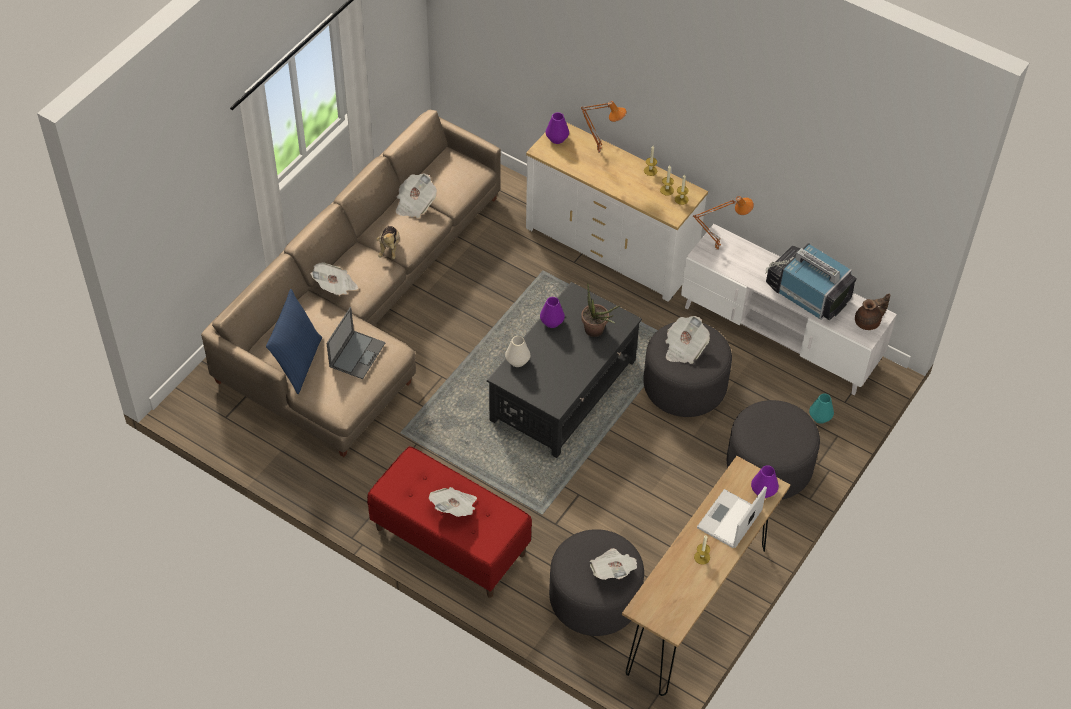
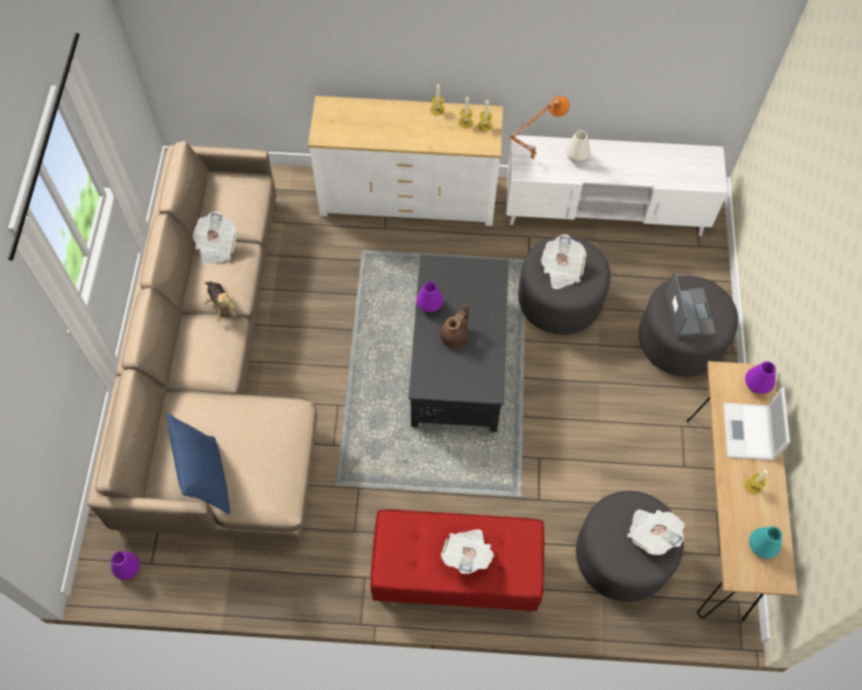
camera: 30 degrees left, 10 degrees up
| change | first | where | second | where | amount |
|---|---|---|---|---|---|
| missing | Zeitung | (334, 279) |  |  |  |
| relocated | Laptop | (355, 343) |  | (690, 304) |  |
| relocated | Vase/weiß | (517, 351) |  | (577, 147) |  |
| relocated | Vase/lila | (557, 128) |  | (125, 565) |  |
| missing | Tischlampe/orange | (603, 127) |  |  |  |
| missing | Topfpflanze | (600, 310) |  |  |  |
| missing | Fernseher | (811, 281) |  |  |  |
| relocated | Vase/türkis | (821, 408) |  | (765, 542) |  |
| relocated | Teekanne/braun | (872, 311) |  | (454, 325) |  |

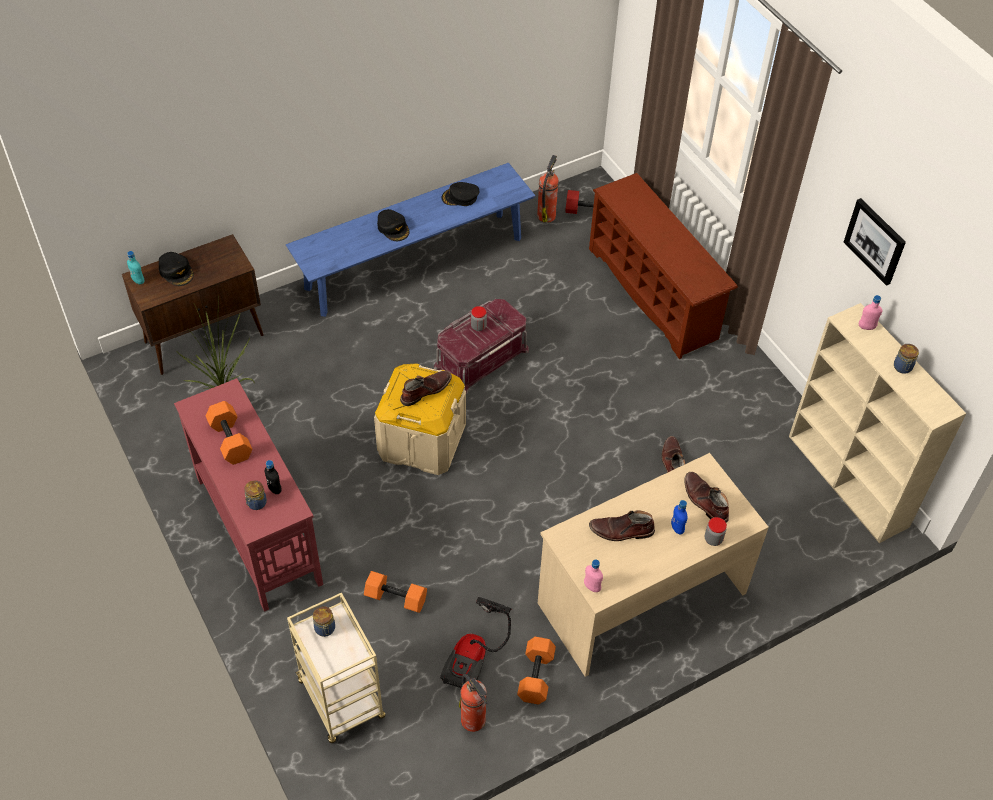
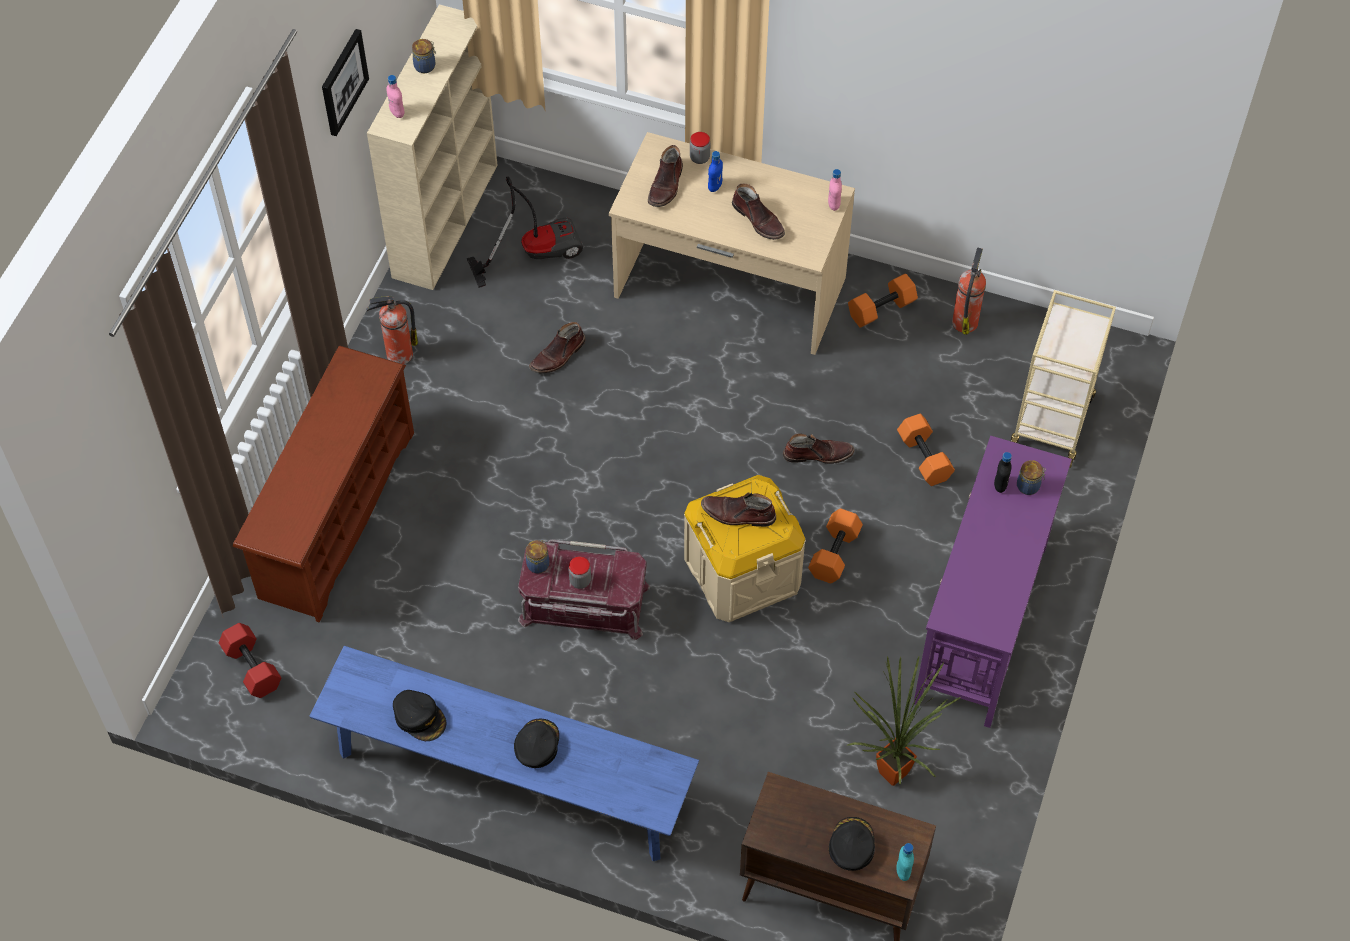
camera: 130 degrees left, 5 degrees up
| change | first | where | second | where | amount |
|---|---|---|---|---|---|
| colour | Konsolentisch/rot | (248, 495) | Konsolentisch/lila | (992, 582) |  |
| relocated | Hantel/orange | (229, 433) |  | (835, 546) |  |
| relocated | Vorratsglas | (324, 621) |  | (537, 557) |  |
| relocated | Staubsauger | (475, 643) |  | (525, 232) |  |
| relocated | Feuerlöscher | (548, 189) |  | (392, 330) |  |
| appeared |  |  | Stiefel/braun | (819, 449) |  |

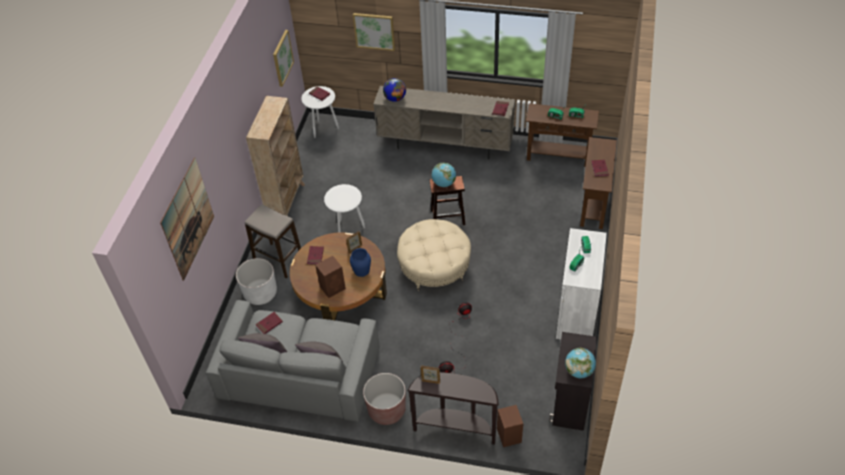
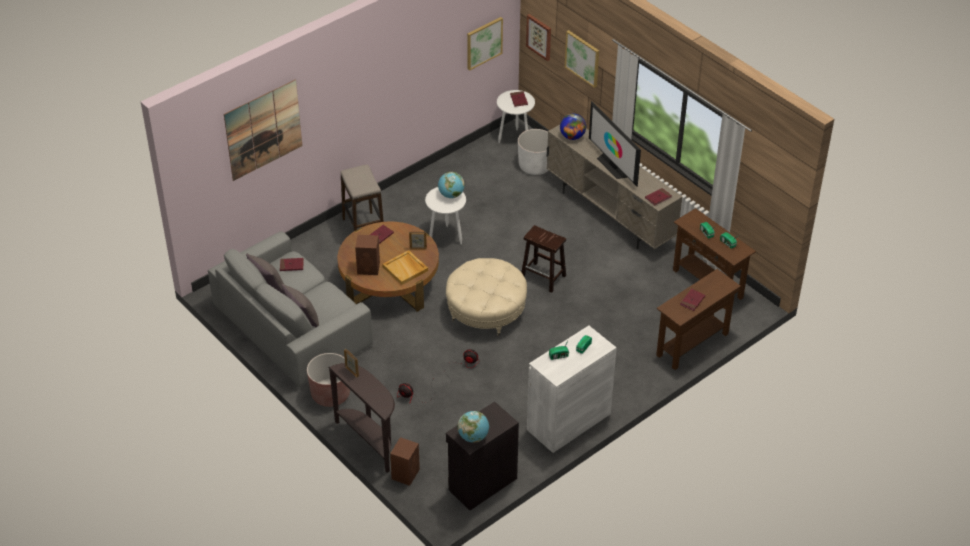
camera: 35 degrees right, 5 degrees down
| change | first | where | second | where | amount |
|---|---|---|---|---|---|
| relocated | Pflanzkübel/weiß | (256, 281) |  | (533, 152) |  |
| missing | Bücherregal/beige | (275, 156) |  |  |  |
| exchanged | Vase/blau | (360, 262) | Tablett/beige | (405, 267) |  |
| relocated | Globus | (444, 175) |  | (451, 185) |  |
| appeared |  |  | Bild | (538, 37) |  |
| appeared |  |  | Fernseher | (615, 144) |  |

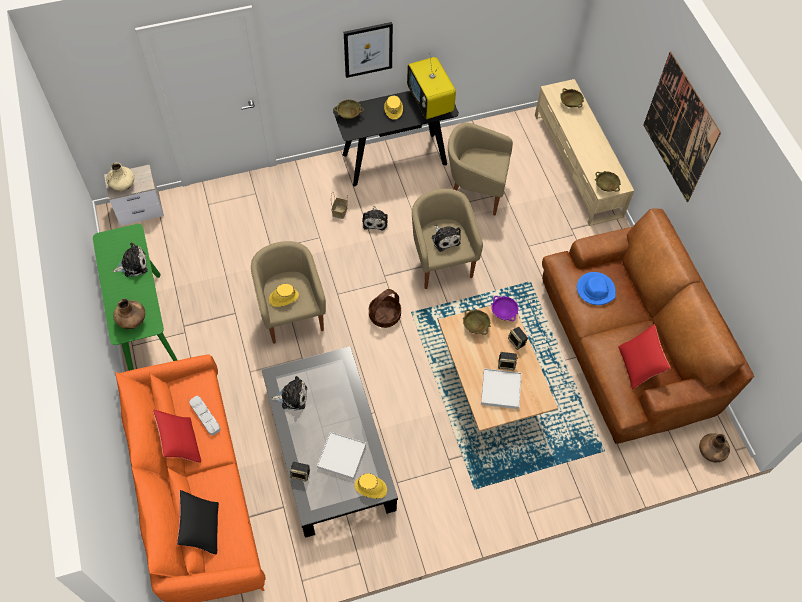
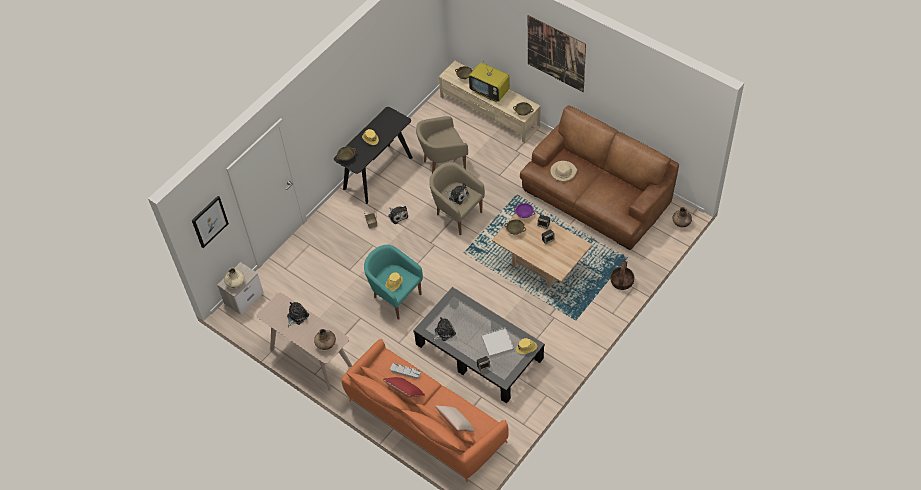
camera: 30 degrees left, 5 degrees down
| change | first | where | second | where | amount |
|---|---|---|---|---|---|
| colour | Konsolentisch/grün | (135, 297) | Konsolentisch/beige | (304, 342) |  |
| colour | Kissen/schwarz | (198, 522) | Kissen/beige | (455, 419) |  |
| colour | Sessel/beige | (288, 292) | Sessel/türkis | (393, 282) |  |
| relocated | Bild | (368, 50) |  | (210, 222) |  |
| relocated | Korb | (385, 308) |  | (622, 275) |  |
| relocated | Fernseher | (431, 88) |  | (489, 81) |  |
| missing | Tablett/weiß | (501, 388) |  |  |  |
| colour | Hut/blau | (596, 288) | Hut/beige | (563, 171) |  |
| missing | Kissen/rot | (644, 357) |  |  |  |

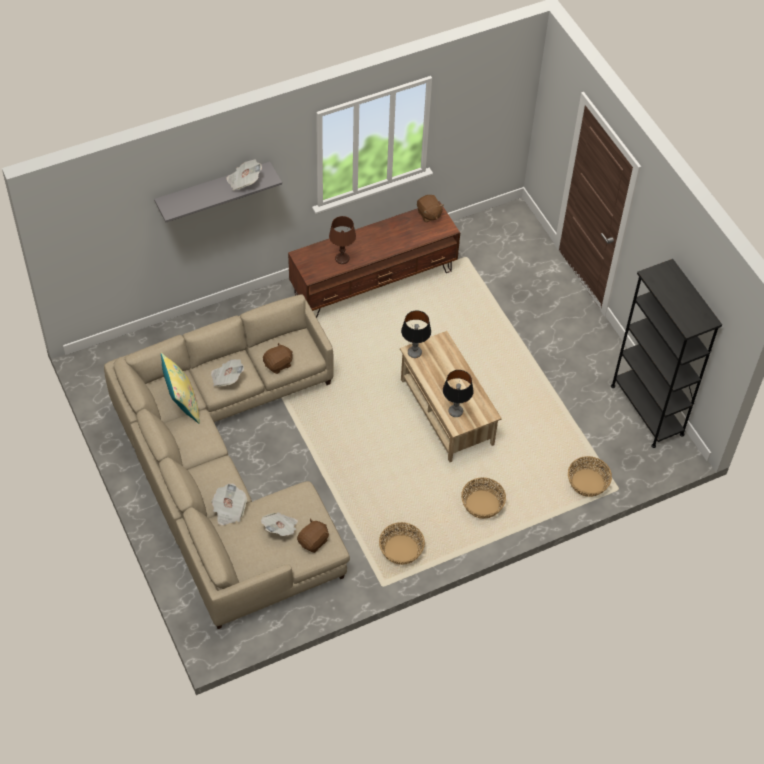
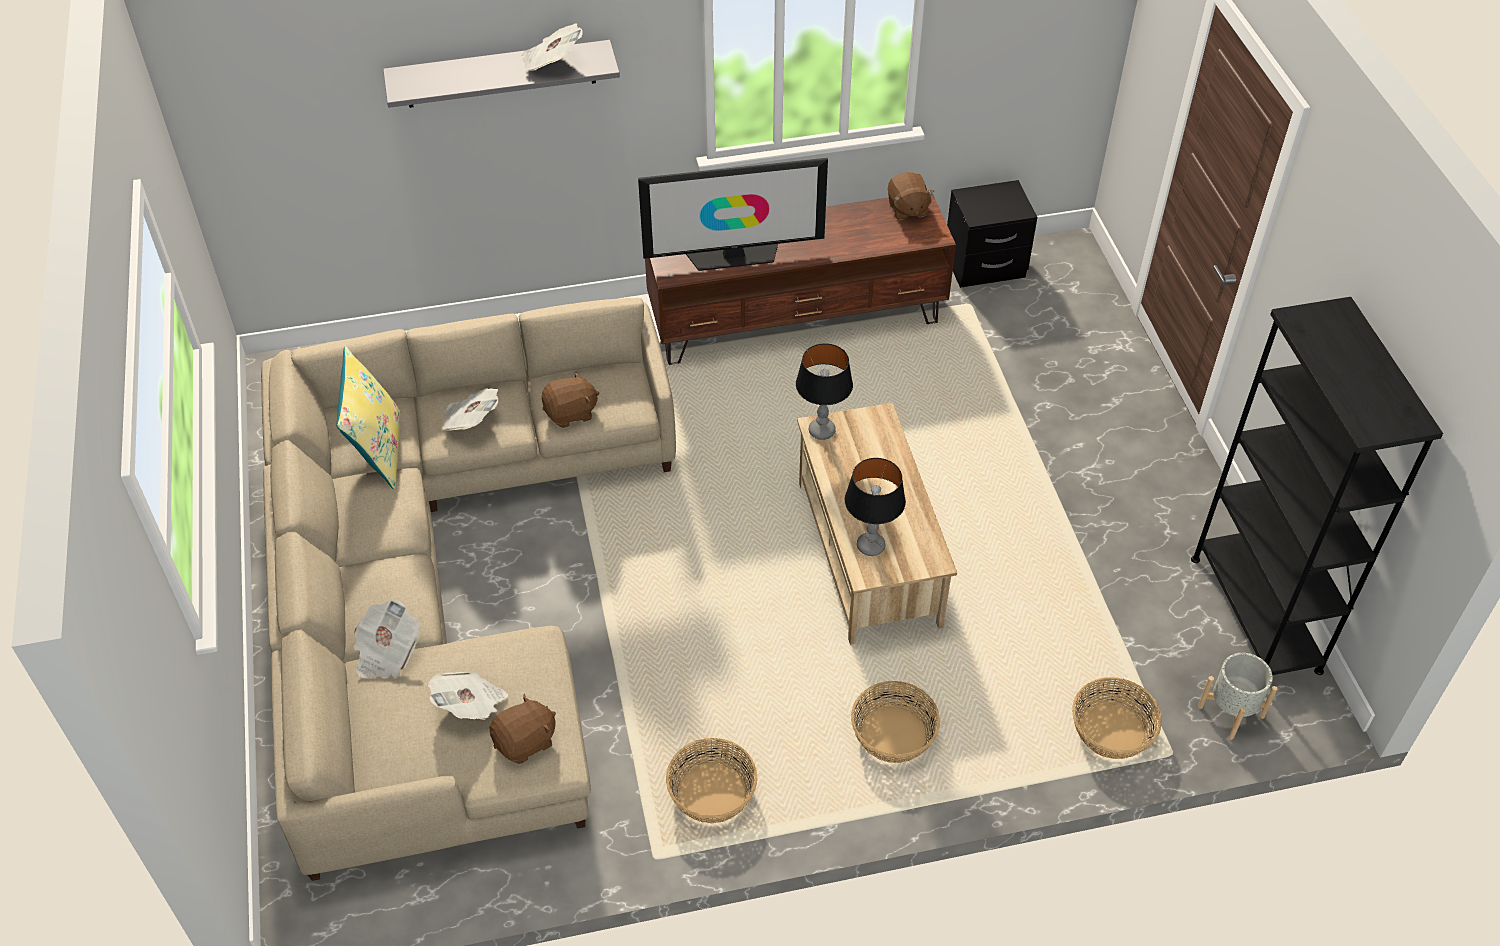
camera: 15 degrees right, 5 degrees down
| change | first | where | second | where | amount |
|---|---|---|---|---|---|
| exchanged | Tischlampe/braun | (342, 240) | Fernseher | (733, 214) |  |
| appeared |  |  | Nachttisch/schwarz | (992, 234) |  |
| appeared |  |  | Pflanzkübel/grau | (1238, 696) |  |

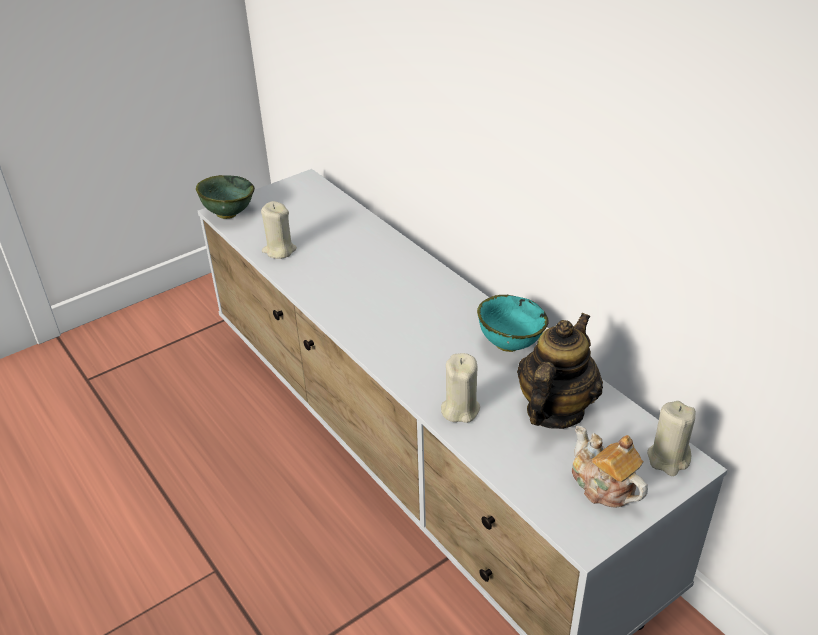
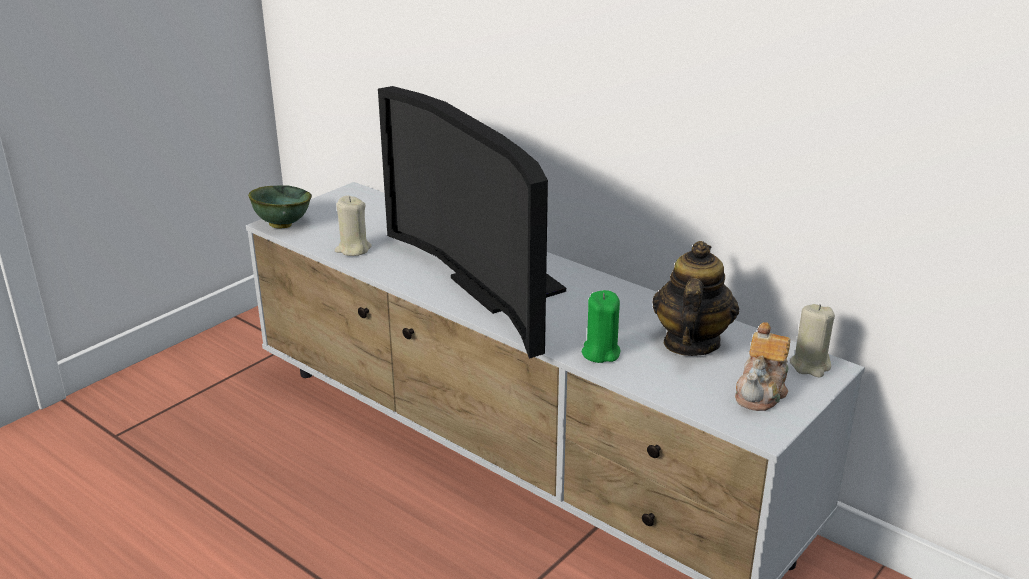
camera: 15 degrees left, 10 degrees down
| change | first | where | second | where | amount |
|---|---|---|---|---|---|
| colour | Kerze/beige | (460, 388) | Kerze/grün | (601, 326) |  |
| missing | Schüssel/türkis | (513, 323) |  |  |  |
| spun | Teekanne | (610, 467) |  | (762, 366) | 105 degrees counterclockwise |
| appeared |  |  | Fernseher | (472, 222) |  |

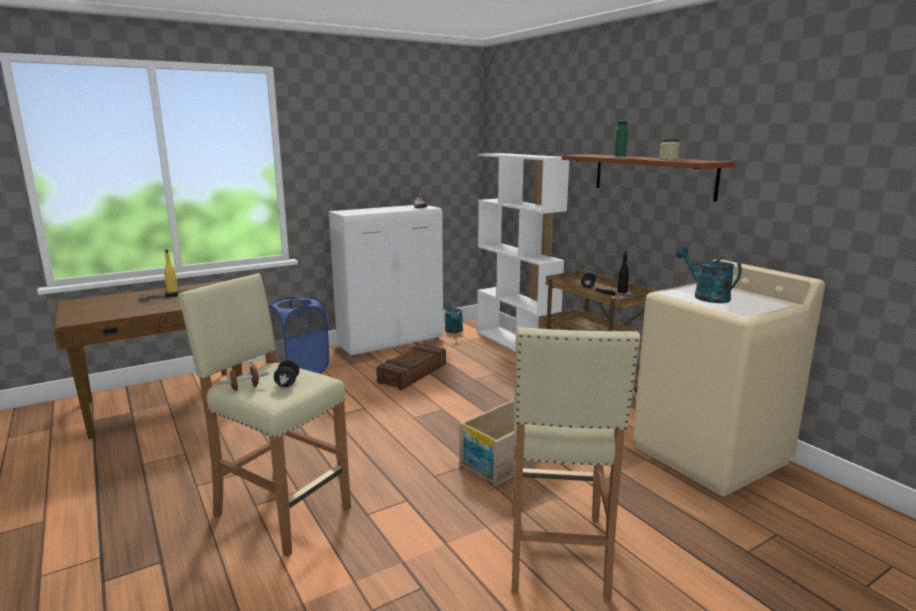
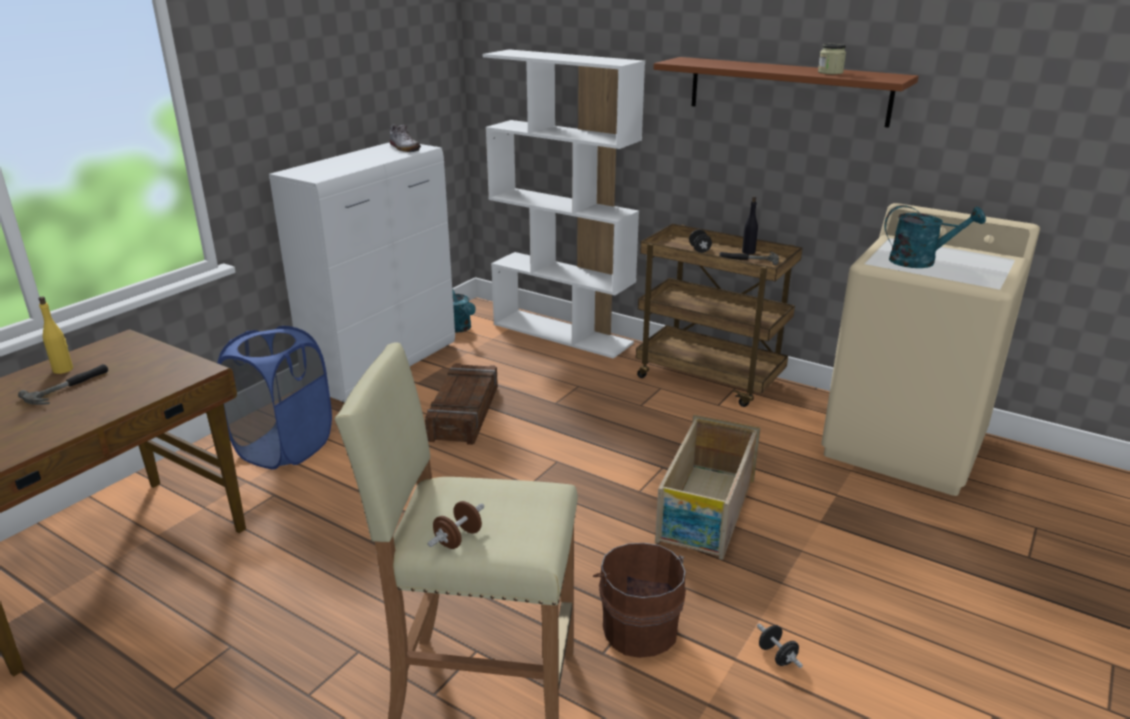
camera: 25 degrees left, 10 degrees up
| change | first | where | second | where | amount |
|---|---|---|---|---|---|
| relocated | Hantel/schwarz | (286, 373) |  | (780, 646) |  |
| missing | Hocker/beige | (576, 464) |  |  |  |
| missing | Flasche/grün | (621, 138) |  |  |  |
| spun | Gießkanne/türkis | (709, 274) |  | (935, 236) | 150 degrees clockwise |
| appeared |  |  | Eimer/braun | (639, 600) |  |

